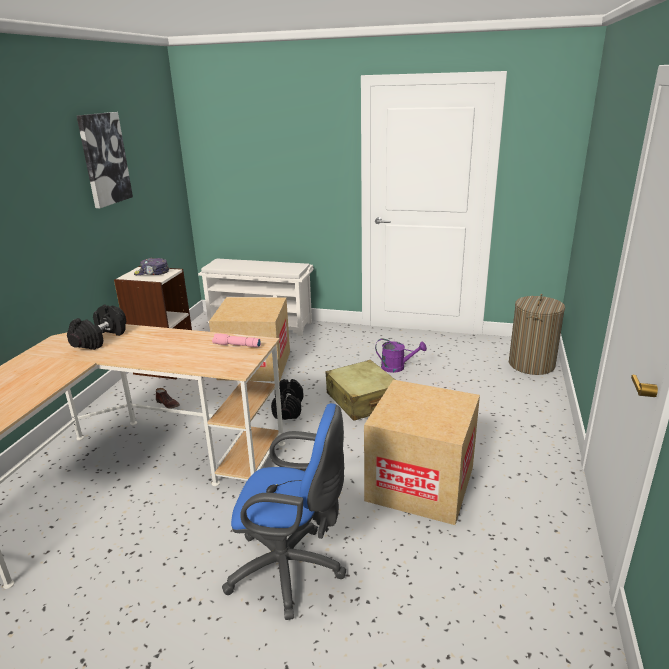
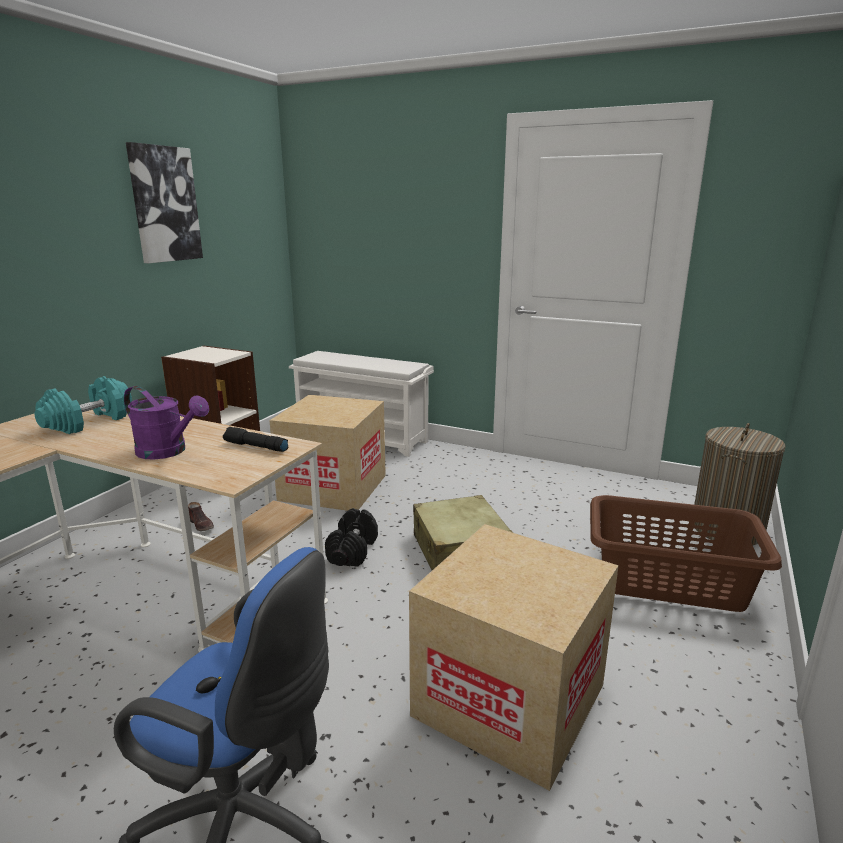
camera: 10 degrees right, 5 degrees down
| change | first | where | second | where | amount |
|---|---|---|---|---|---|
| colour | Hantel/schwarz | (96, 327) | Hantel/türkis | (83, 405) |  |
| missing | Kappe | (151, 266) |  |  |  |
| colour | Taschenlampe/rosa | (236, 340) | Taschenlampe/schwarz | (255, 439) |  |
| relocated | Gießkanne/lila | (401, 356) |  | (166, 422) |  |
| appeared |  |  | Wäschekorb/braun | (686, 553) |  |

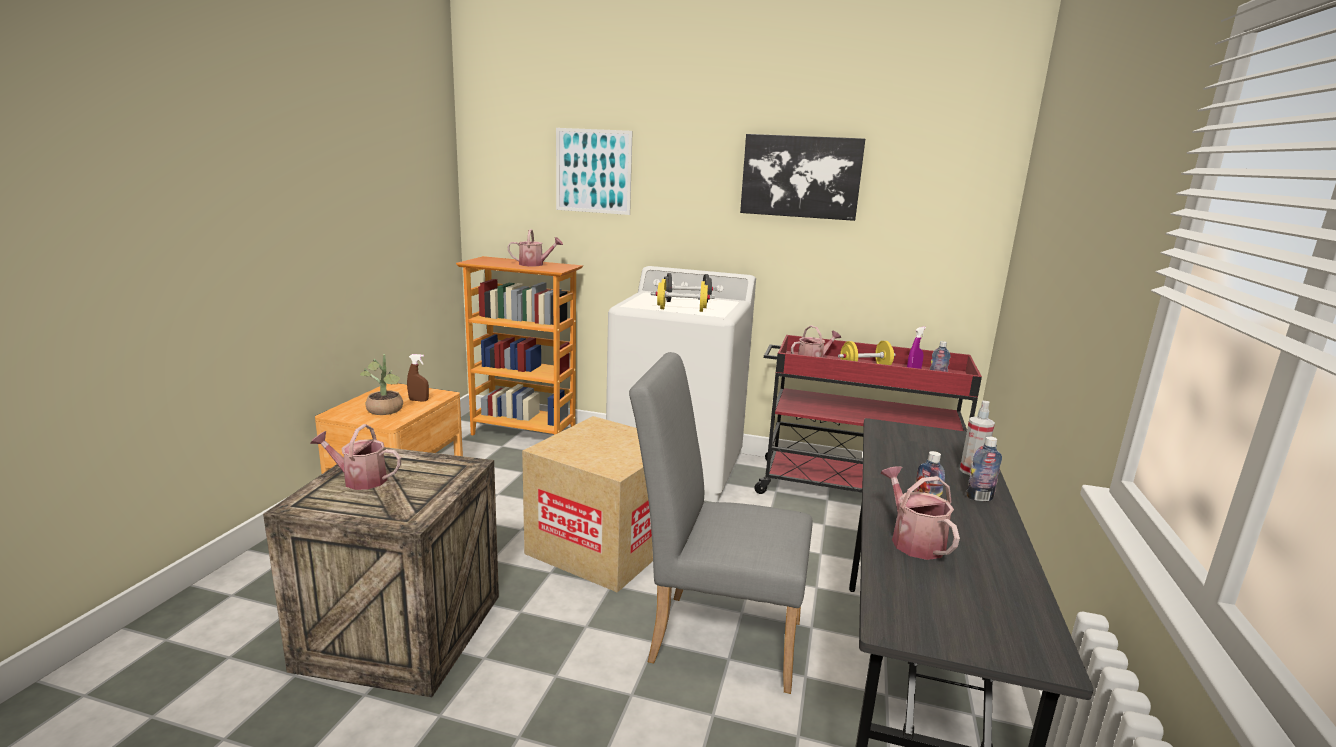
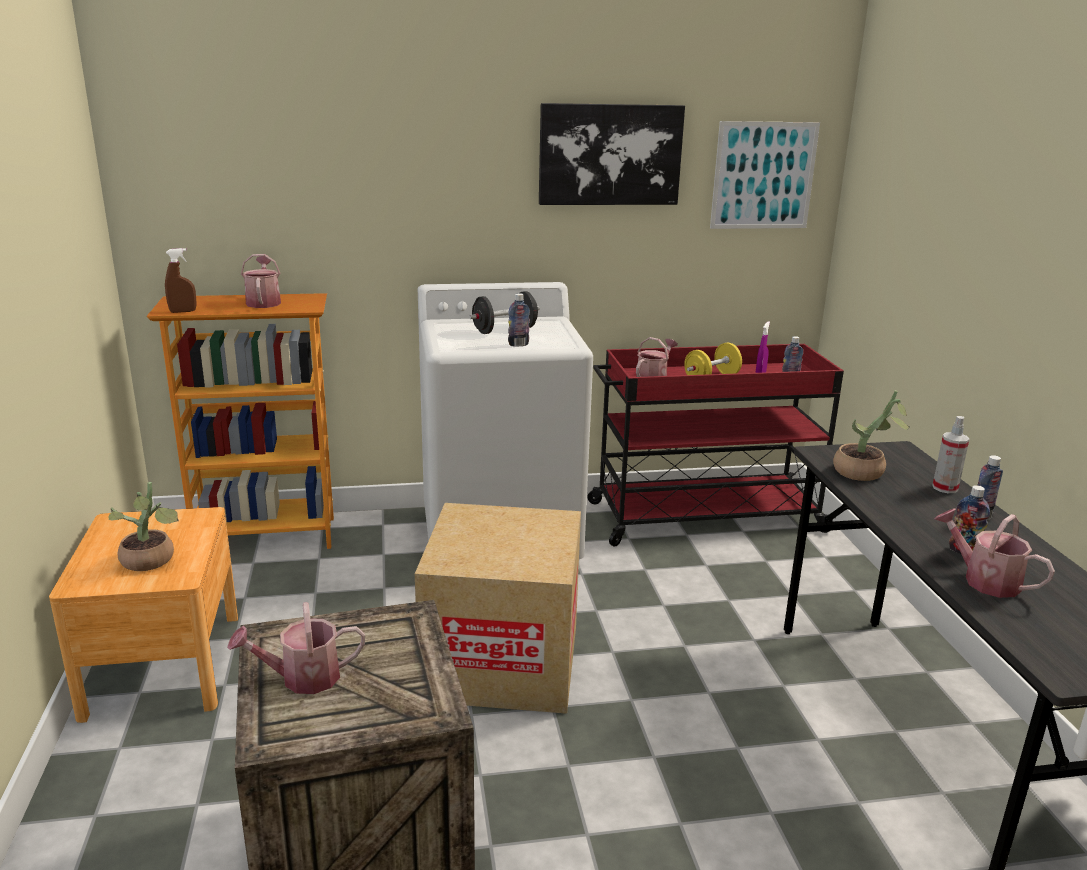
camera: 25 degrees left, 5 degrees up
| change | first | where | second | where | amount |
|---|---|---|---|---|---|
| relocated | Sprühflasche/braun | (418, 378) |  | (180, 280) |  |
| spun | Gießkanne | (535, 247) |  | (261, 281) | 75 degrees counterclockwise |
| relocated | Bild | (594, 171) |  | (765, 175) |  |
| missing | Stuhl/grau | (721, 523) |  |  |  |
| exchanged | Hantel/gelb | (683, 295) | Flasche | (519, 320) |  |
| appeared |  |  | Topfpflanze | (871, 435) |  |

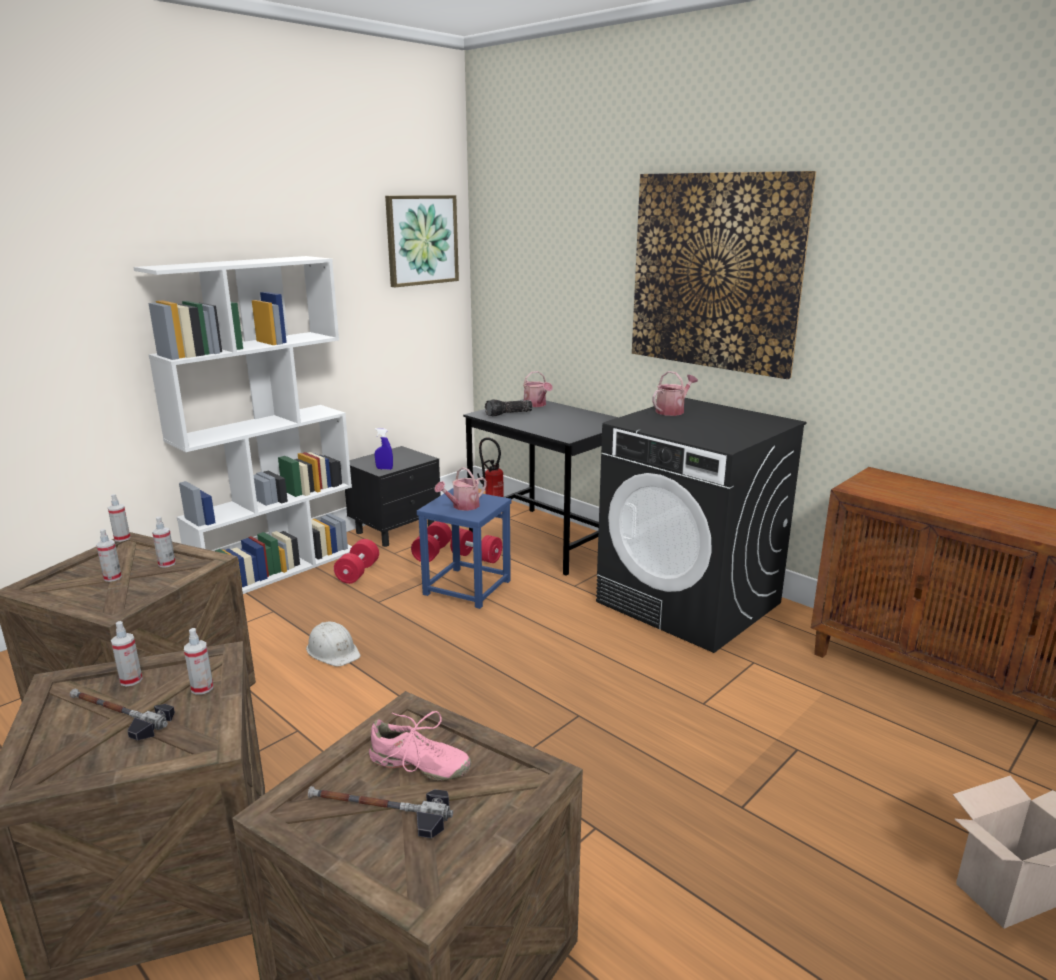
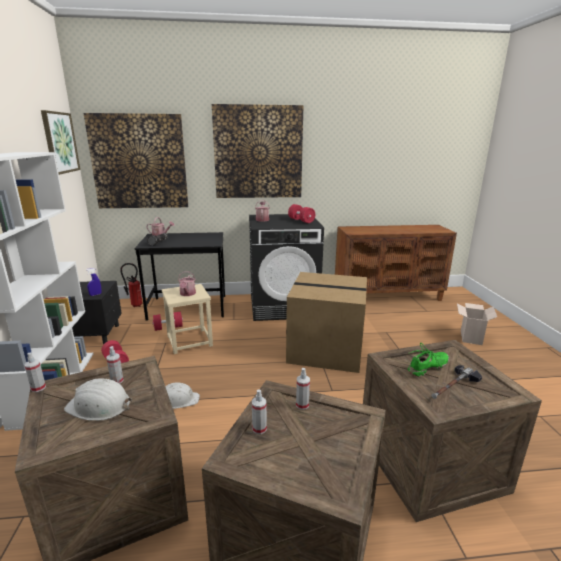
camera: 50 degrees left, 0 degrees up
| change | first | where | second | where | amount |
|---|---|---|---|---|---|
| missing | Hammer | (122, 714) |  |  |  |
| exchanged | Sprühflasche | (109, 555) | Schutzhelm/weiß | (98, 400) |  |
| colour | Schuh/rosa | (420, 746) | Schuh/grün | (428, 360) |  |
| relocated | Hantel/rot | (431, 541) |  | (301, 213) |  |
| colour | Hocker/blau | (464, 548) | Hocker/beige | (187, 319) |  |
| appeared |  |  | Bild | (135, 160) |  |
| appeared |  |  | Karton | (326, 322) |  |

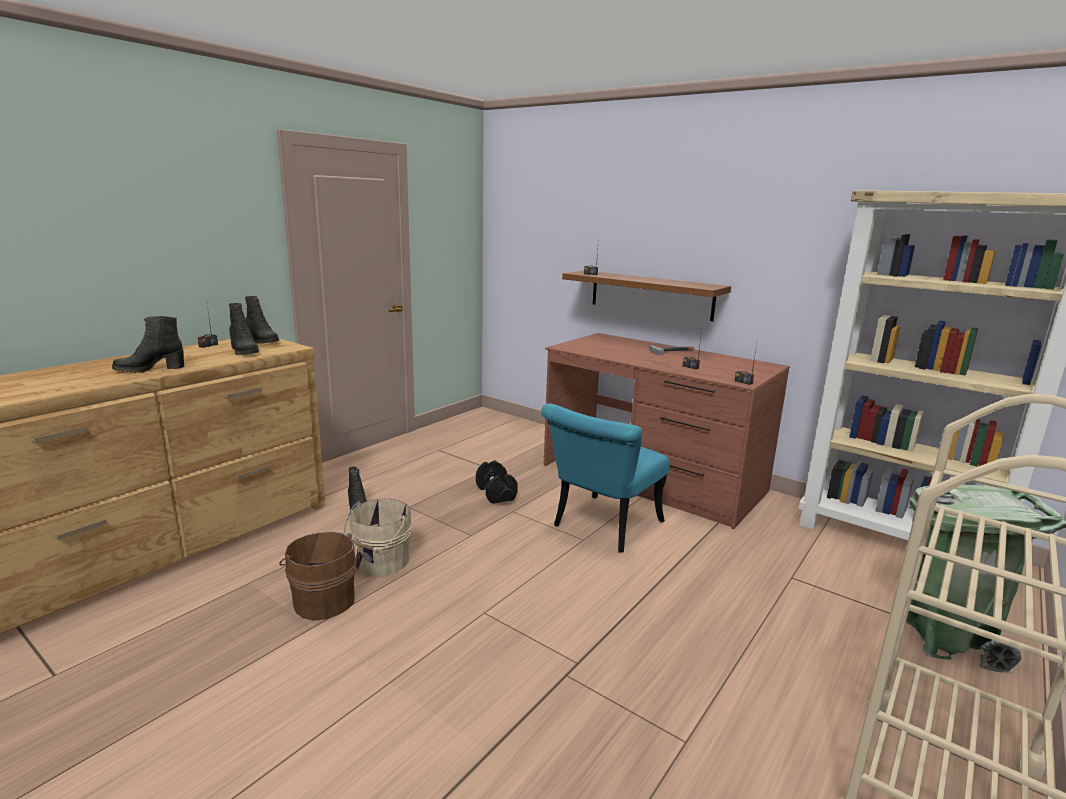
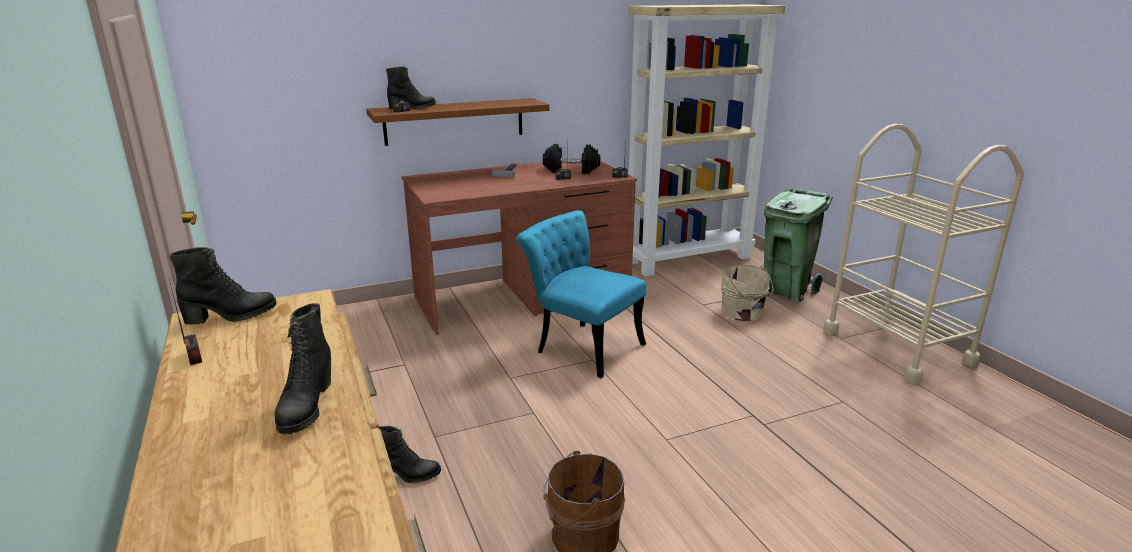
camera: 60 degrees left, 5 degrees up
| change | first | where | second | where | amount |
|---|---|---|---|---|---|
| relocated | Stiefel/schwarz | (244, 329) |  | (411, 88) |  |
| relocated | Eimer/beige | (378, 537) |  | (747, 293) |  |
| relocated | Hantel/schwarz | (497, 482) |  | (571, 159) |  |
| spun | Stuhl/türkis | (605, 478) |  | (581, 294) | 150 degrees clockwise |

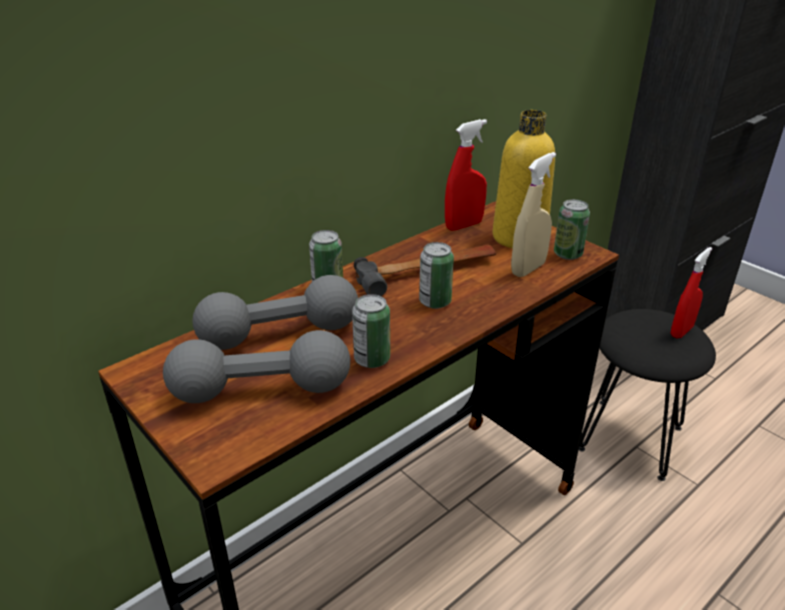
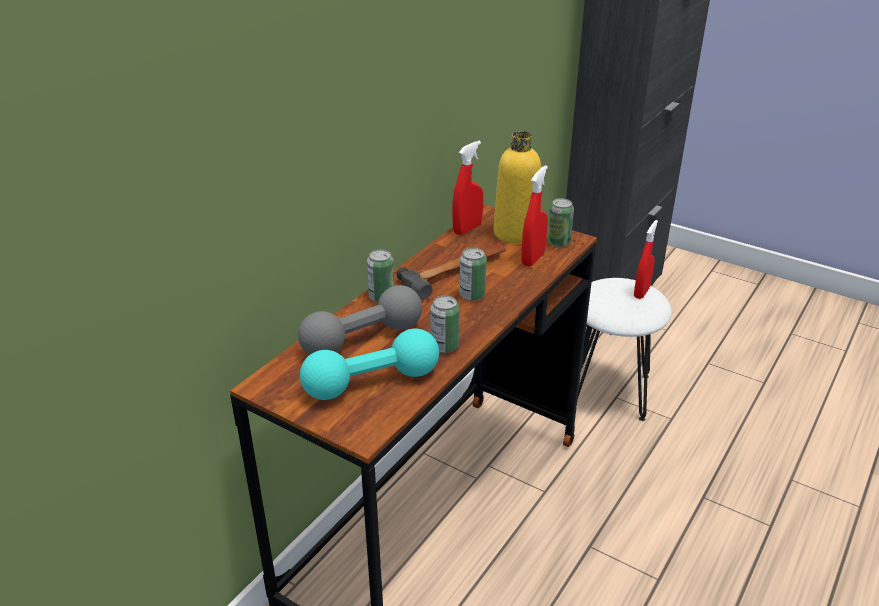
camera: 15 degrees left, 0 degrees up
| change | first | where | second | where | amount |
|---|---|---|---|---|---|
| colour | Hantel/grau | (256, 366) | Hantel/türkis | (369, 364) |  |
| colour | Sprühflasche/beige | (533, 214) | Sprühflasche/rot | (534, 216) |  |
| colour | Hocker/schwarz | (647, 395) | Hocker/weiß | (624, 349) |  |

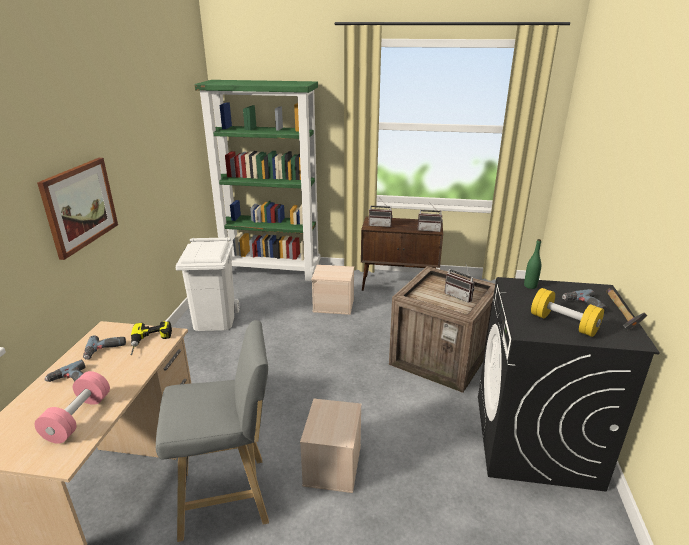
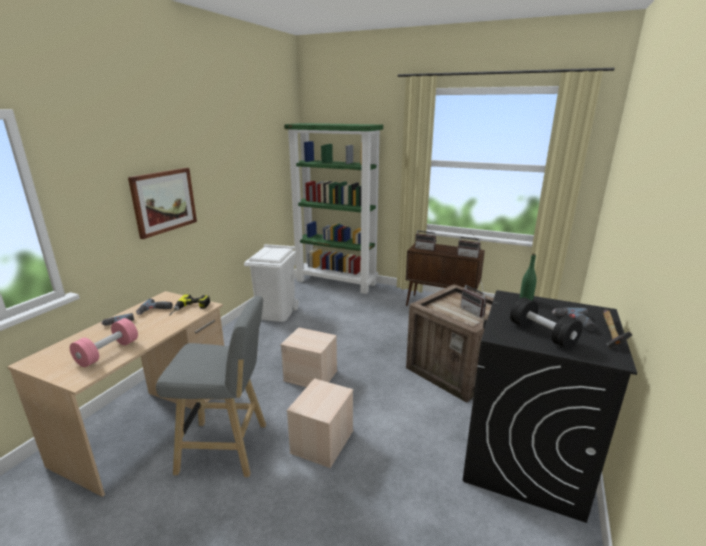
camera: 15 degrees right, 5 degrees down
| change | first | where | second | where | amount |
|---|---|---|---|---|---|
| relocated | Aufbewahrungsbox/beige | (332, 290) |  | (308, 357) |  |
| colour | Hantel/gelb | (567, 312) | Hantel/schwarz | (546, 323) |  |

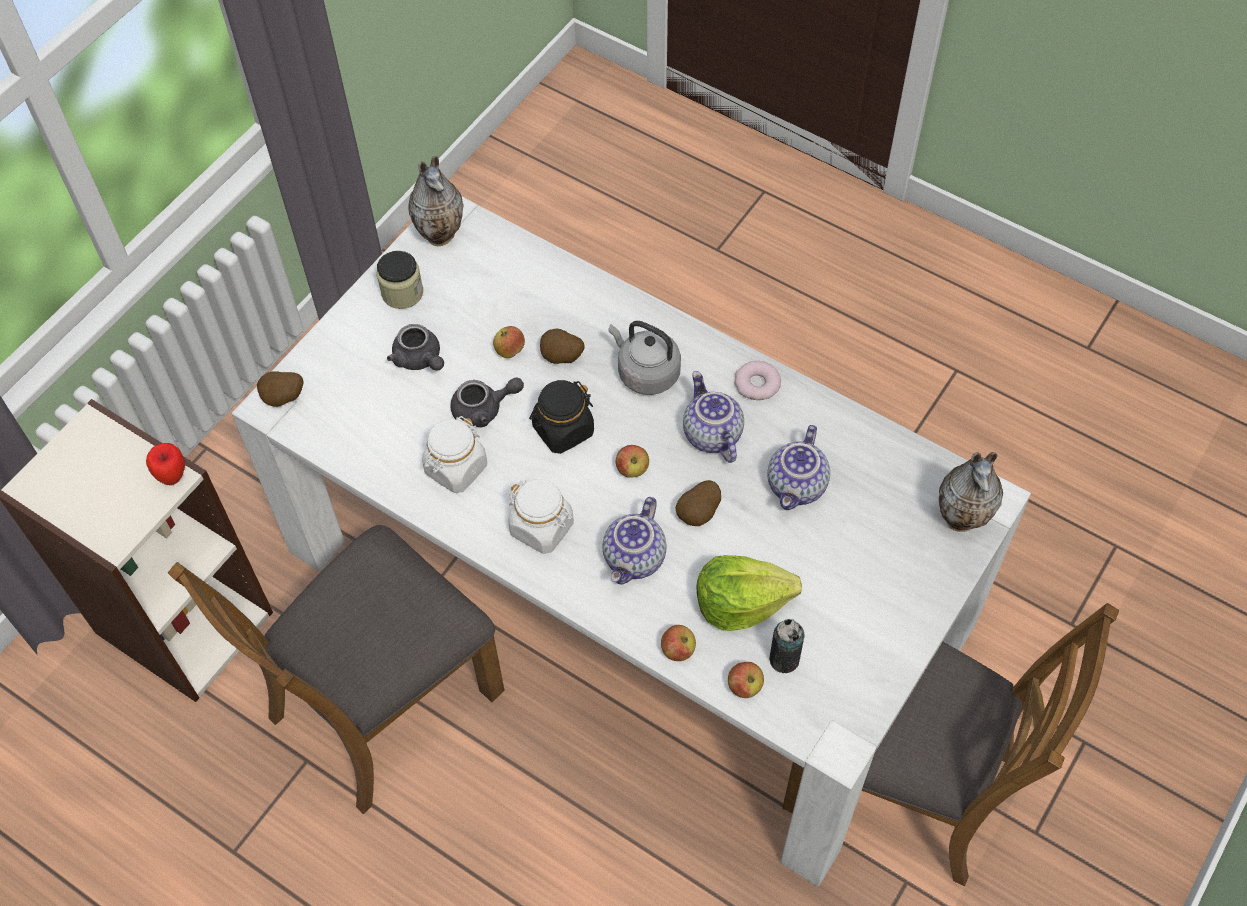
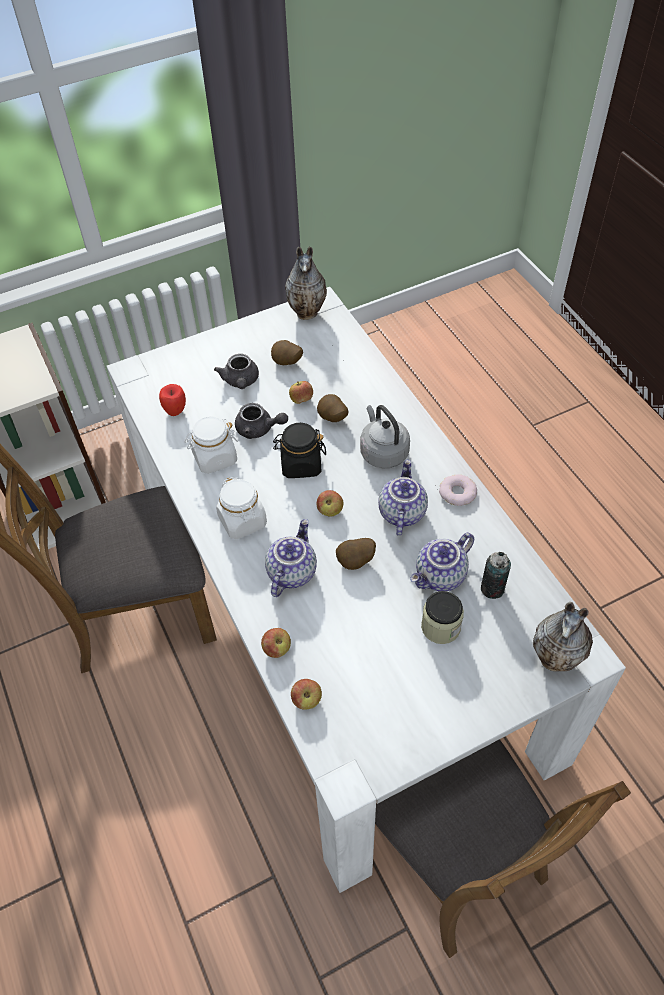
camera: 30 degrees right, 5 degrees down
| change | first | where | second | where | amount |
|---|---|---|---|---|---|
| relocated | Apfel | (165, 464) |  | (172, 400) |  |
| relocated | Kartoffel | (280, 389) |  | (287, 352) |  |
| relocated | Vorratsglas | (400, 280) |  | (442, 617) |  |
| spun | Teekanne | (634, 540) |  | (291, 558) | 150 degrees clockwise |
| missing | Salatkopf | (749, 593) |  |  |  |
| relocated | Dose | (787, 646) |  | (496, 575) |  |

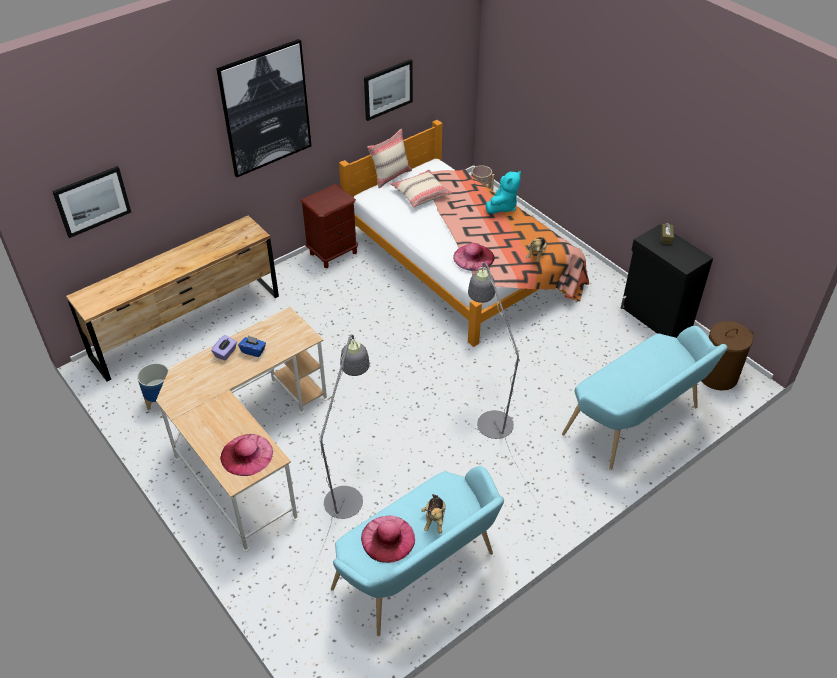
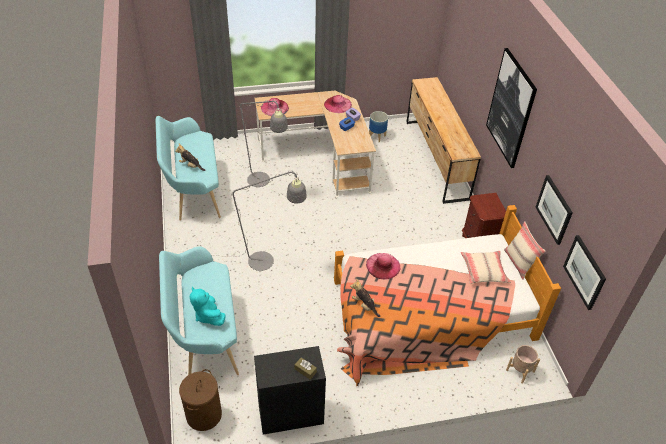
camera: 115 degrees right, 0 degrees up
| change | first | where | second | where | amount |
|---|---|---|---|---|---|
| relocated | Bild | (91, 202) |  | (584, 272) |  |
| relocated | Hut/rosa | (388, 539) |  | (338, 104) |  |
| relocated | Plüschtier/türkis | (503, 192) |  | (208, 306) |  |

